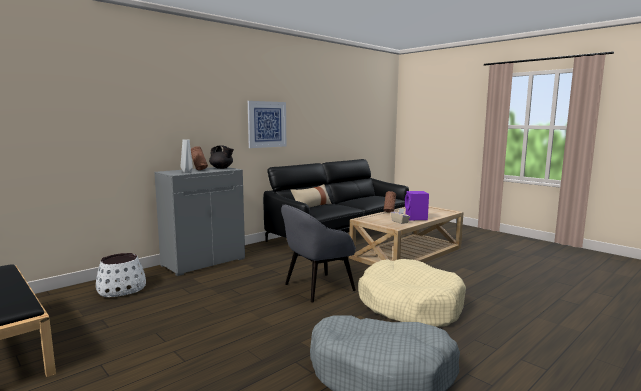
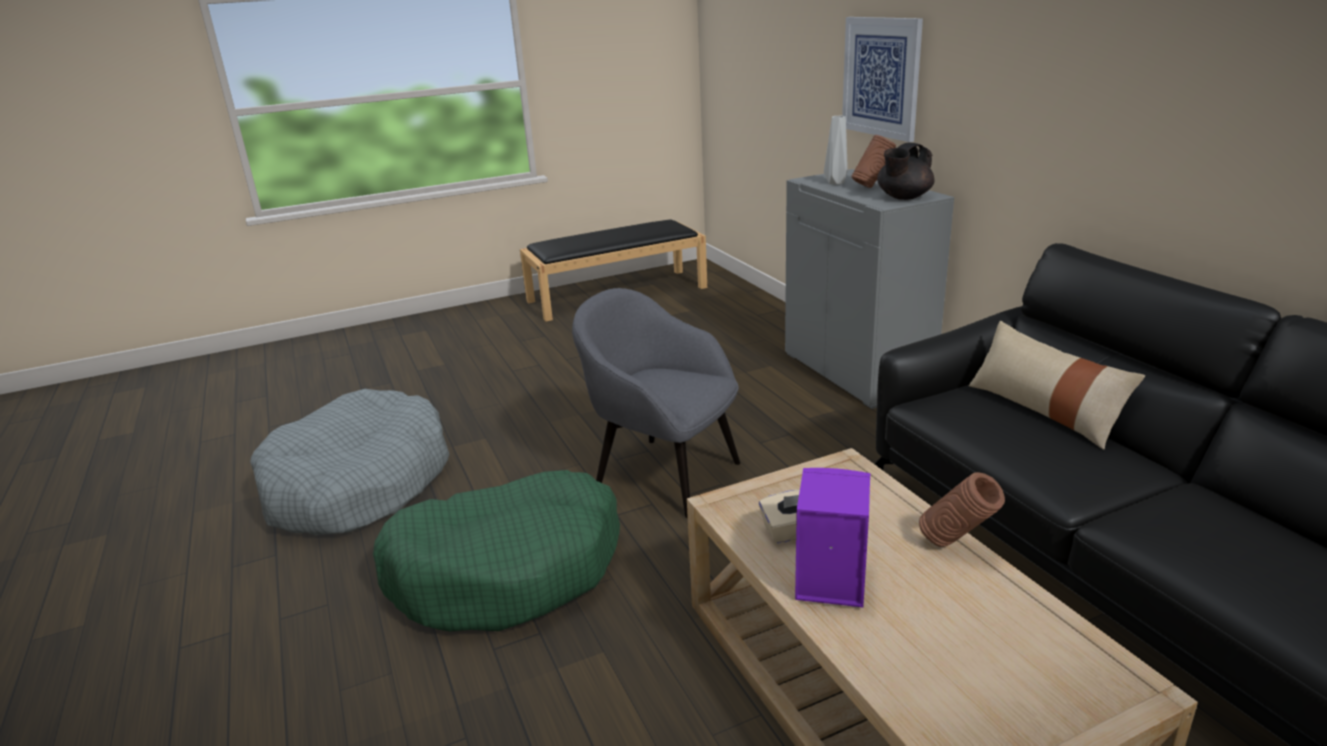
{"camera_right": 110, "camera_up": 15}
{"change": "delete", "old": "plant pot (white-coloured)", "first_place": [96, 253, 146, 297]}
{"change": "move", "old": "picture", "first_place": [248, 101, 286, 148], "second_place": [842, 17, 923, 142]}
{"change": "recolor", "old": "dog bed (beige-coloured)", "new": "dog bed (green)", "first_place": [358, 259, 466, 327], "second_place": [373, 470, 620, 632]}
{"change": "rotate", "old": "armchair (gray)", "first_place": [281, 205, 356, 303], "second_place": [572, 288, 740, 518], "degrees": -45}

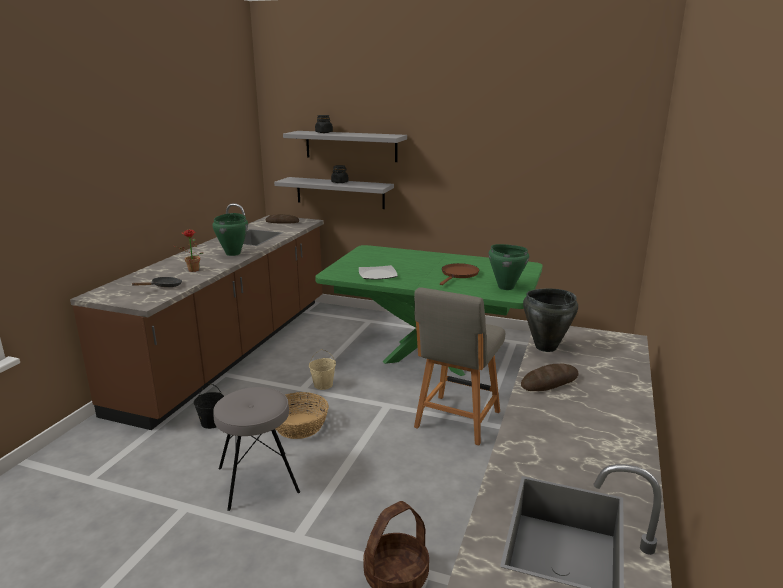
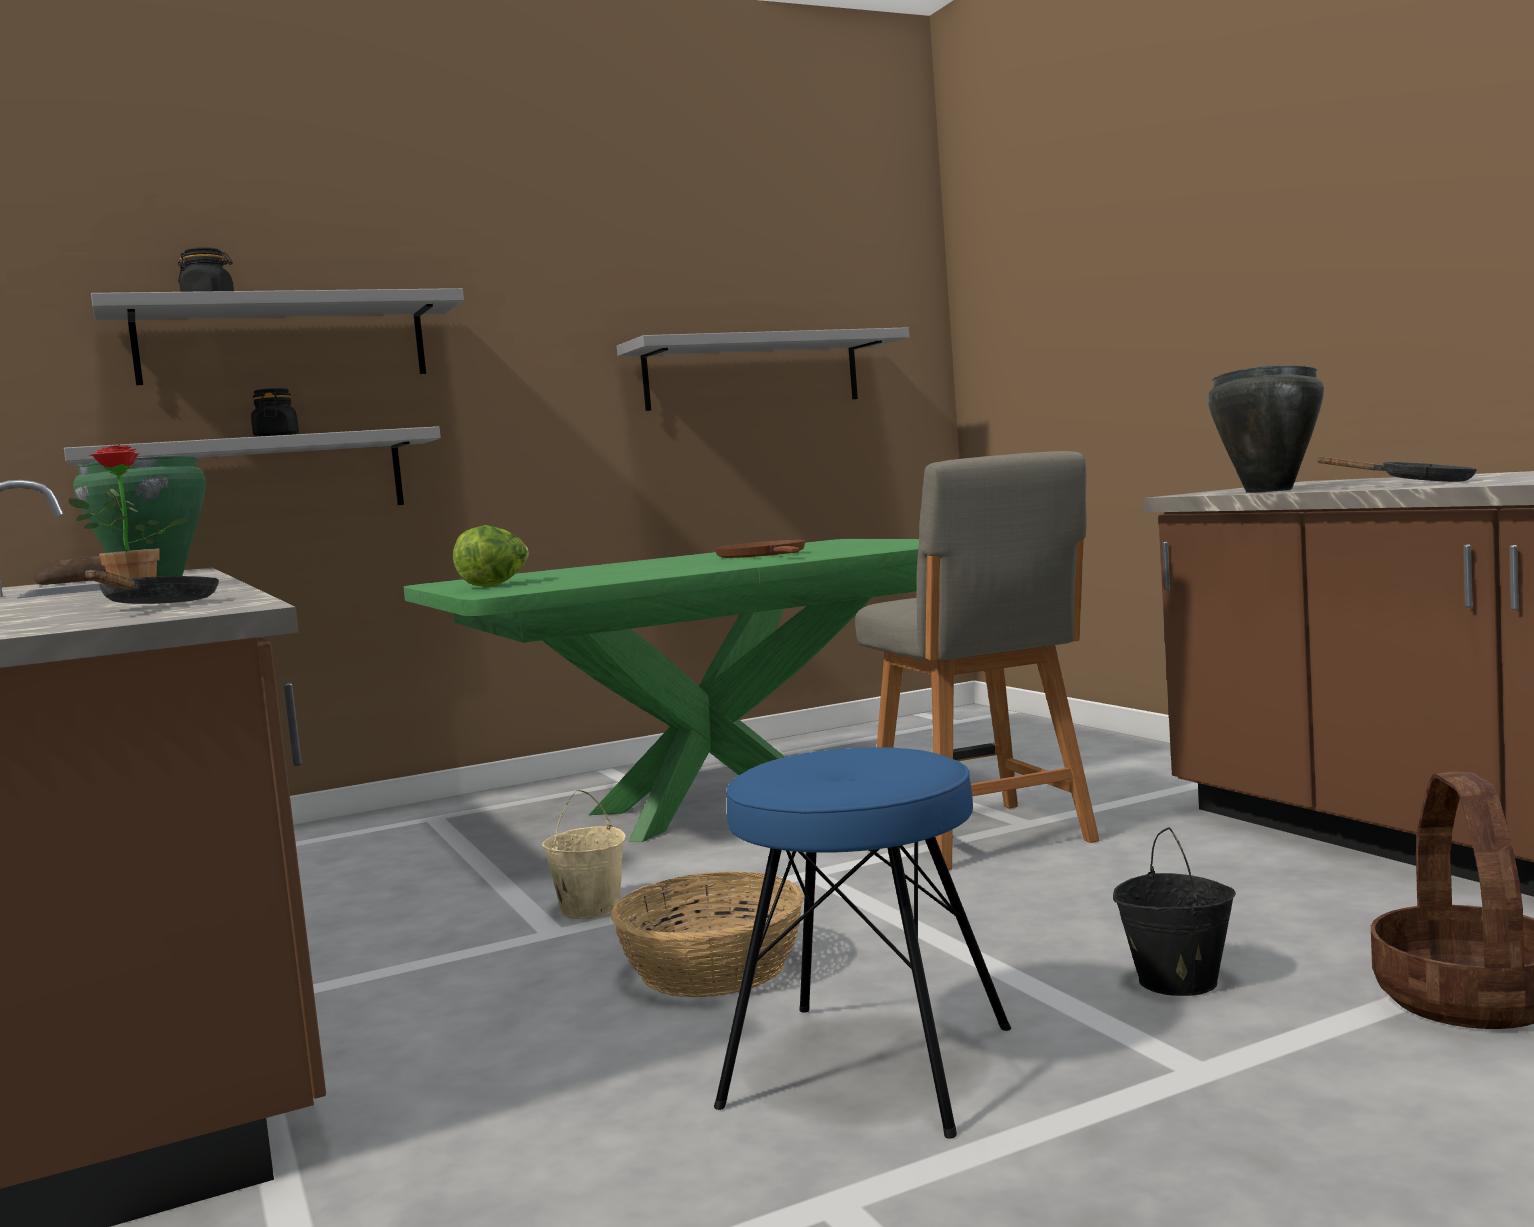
{"camera_right": -45, "camera_up": -15}
{"change": "delete", "old": "dinner plate", "first_place": [359, 265, 398, 280]}
{"change": "delete", "old": "saucepot (green)", "first_place": [488, 244, 529, 290]}
{"change": "insert", "new": "lettuce head", "second_place": [453, 525, 529, 587]}
{"change": "insert", "new": "bracket shelf (gray)", "second_place": [617, 327, 909, 411]}
{"change": "move", "old": "pail (black)", "first_place": [194, 384, 224, 429], "second_place": [1113, 827, 1236, 996]}
{"change": "replace", "old": "bread", "new": "frying pan (black)", "first_place": [521, 364, 579, 391], "second_place": [1315, 457, 1477, 482]}
{"change": "recolor", "old": "sitting stool (gray)", "new": "sitting stool (blue)", "first_place": [213, 387, 300, 511], "second_place": [714, 747, 1011, 1139]}

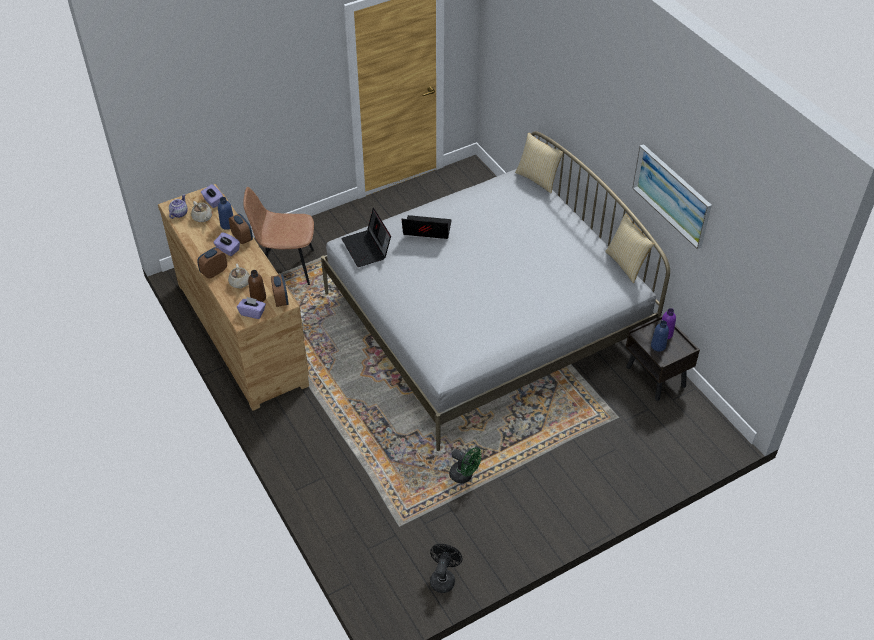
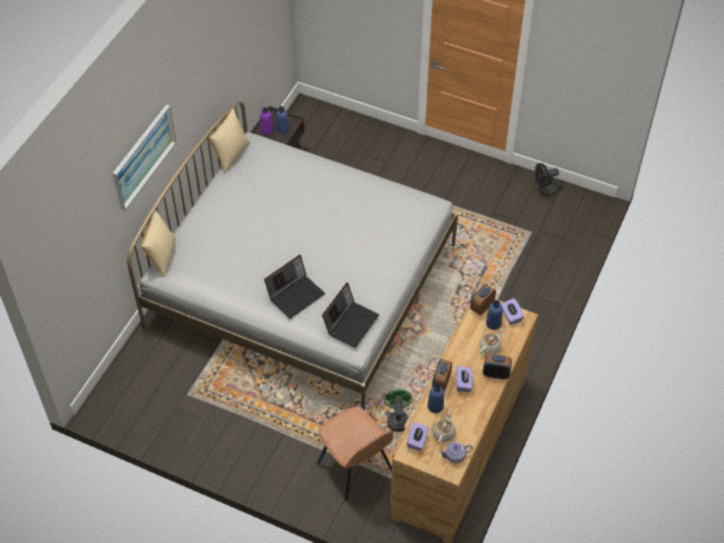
{"camera_right": -125, "camera_up": 5}
{"change": "move", "old": "fan (green)", "first_place": [449, 447, 482, 483], "second_place": [384, 390, 413, 432]}
{"change": "move", "old": "picture", "first_place": [633, 144, 712, 249], "second_place": [113, 105, 176, 211]}
{"change": "recolor", "old": "drink bottle (brown-coloured)", "new": "drink bottle (blue)", "first_place": [248, 270, 266, 302], "second_place": [486, 300, 503, 330]}
{"change": "rotate", "old": "notebook computer", "first_place": [401, 215, 452, 239], "second_place": [264, 255, 325, 319], "degrees": -105}

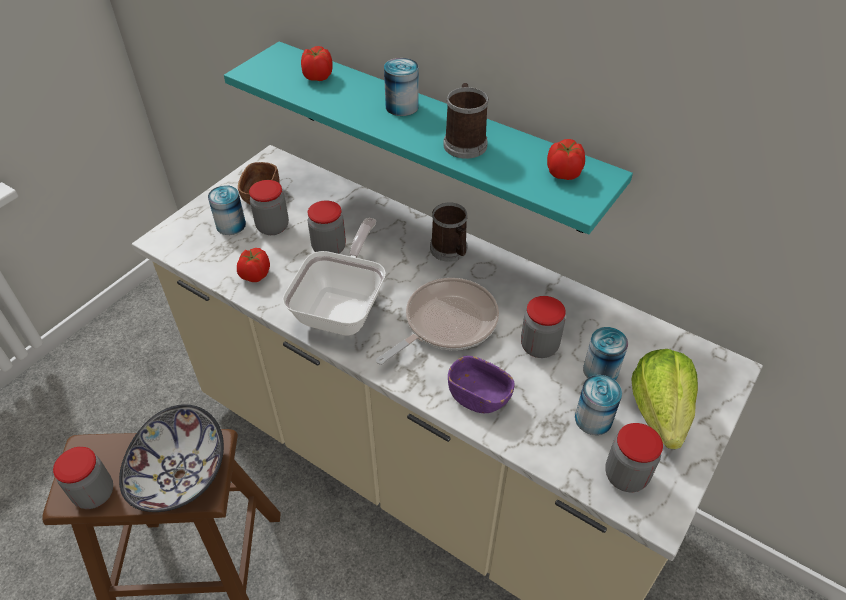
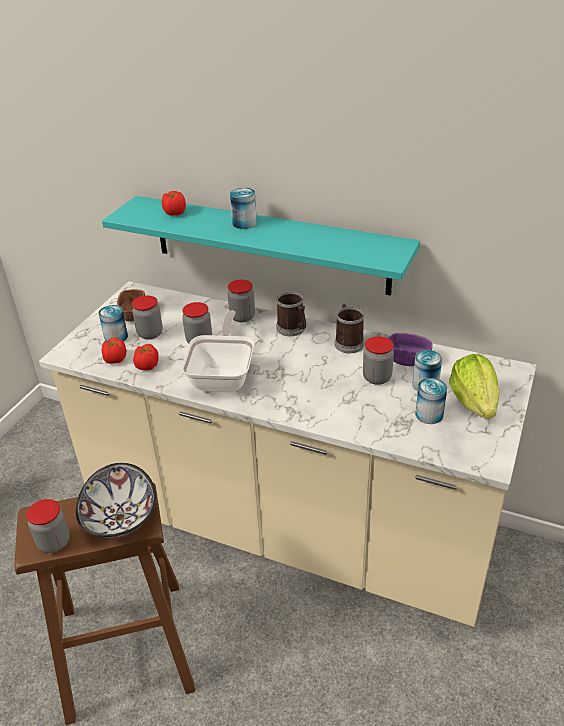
{"camera_right": -10, "camera_up": -10}
{"change": "delete", "old": "frying pan", "first_place": [376, 278, 499, 365]}
{"change": "move", "old": "coffee mug", "first_place": [443, 83, 489, 159], "second_place": [334, 304, 364, 353]}
{"change": "move", "old": "bowl (purplish)", "first_place": [448, 356, 515, 413], "second_place": [388, 333, 433, 366]}
{"change": "move", "old": "whole tomato", "first_place": [547, 139, 585, 180], "second_place": [102, 337, 126, 364]}
{"change": "move", "old": "jar", "first_place": [605, 423, 663, 492], "second_place": [228, 279, 255, 322]}

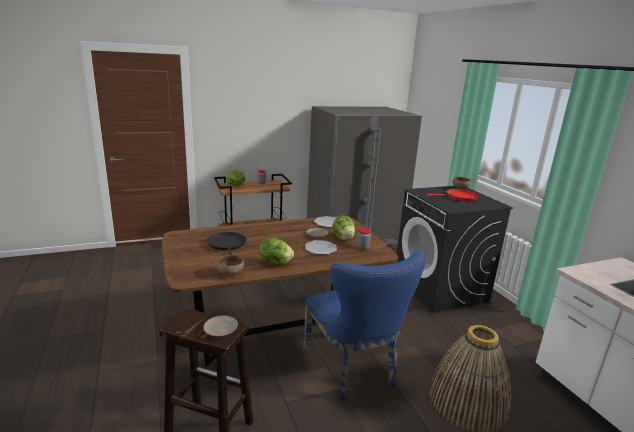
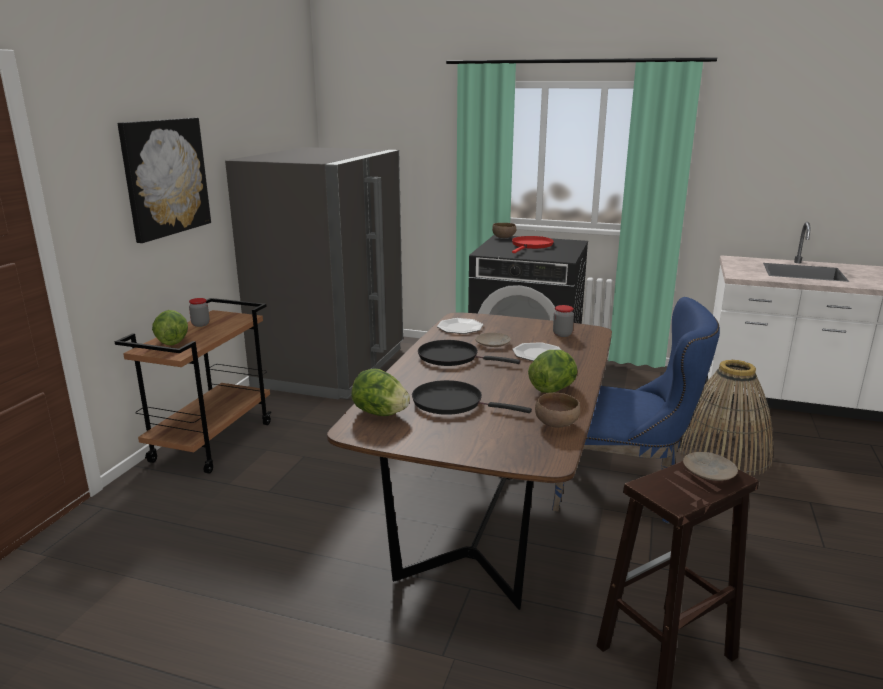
{"camera_right": -50, "camera_up": 0}
{"change": "insert", "new": "picture", "second_place": [117, 118, 211, 243]}
{"change": "insert", "new": "frying pan (black)", "second_place": [418, 340, 520, 366]}
{"change": "move", "old": "lettuce head", "first_place": [332, 215, 355, 241], "second_place": [352, 368, 410, 416]}

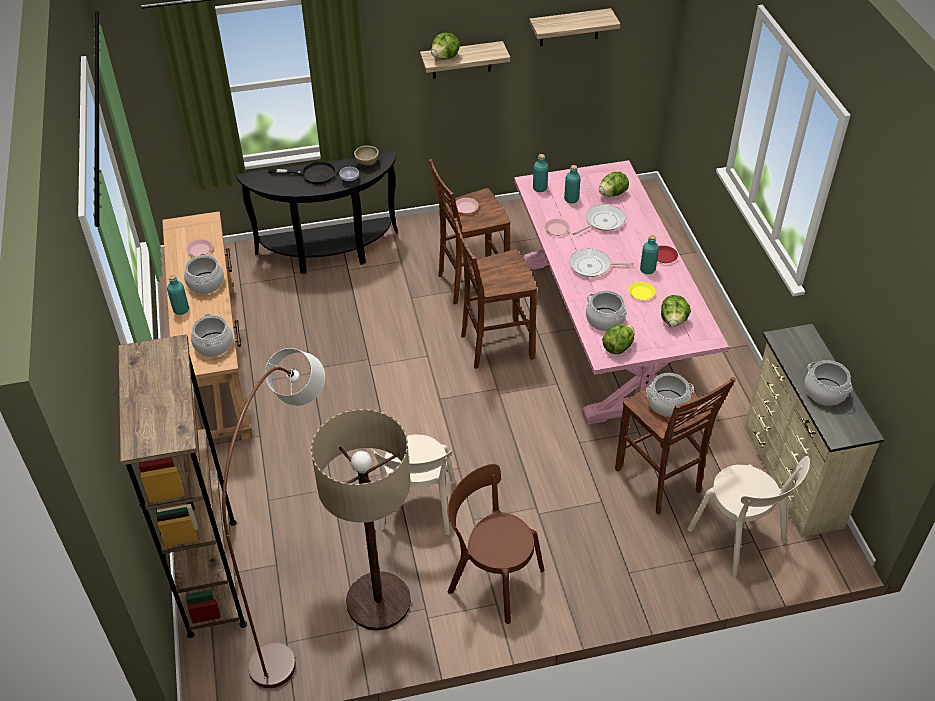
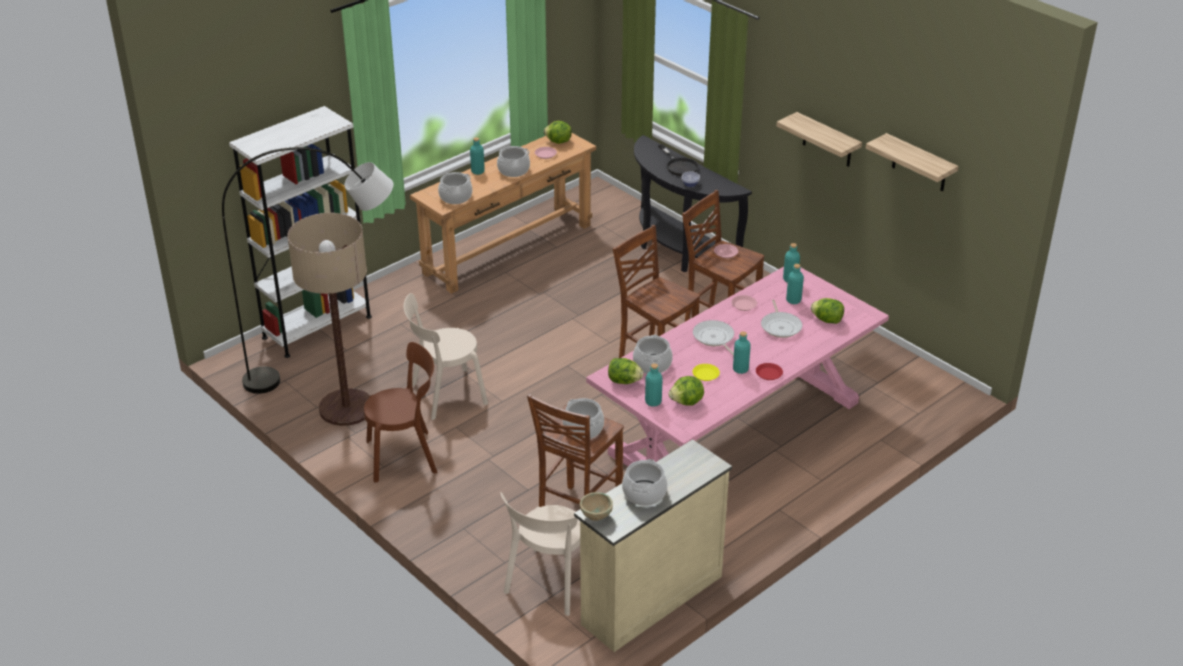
{"camera_right": 60, "camera_up": -10}
{"change": "insert", "new": "drink bottle (turquoise)", "second_place": [645, 363, 663, 407]}
{"change": "move", "old": "bowl (beige-coloured)", "first_place": [354, 146, 379, 166], "second_place": [580, 492, 613, 521]}
{"change": "move", "old": "lettuce head", "first_place": [431, 32, 460, 60], "second_place": [544, 121, 572, 144]}
{"change": "recolor", "old": "bookshelf (brown-coloured)", "new": "bookshelf (white-coloured)", "first_place": [118, 334, 247, 638], "second_place": [229, 106, 372, 358]}
{"change": "recolor", "old": "standing lamp (brown-coloured)", "new": "standing lamp (gray)", "first_place": [222, 348, 325, 688], "second_place": [222, 147, 393, 394]}
{"change": "rotate", "old": "plain chair (brown-coloured)", "first_place": [447, 464, 544, 624], "second_place": [364, 342, 437, 482], "degrees": 75}
{"change": "rotate", "old": "frying pan", "first_place": [573, 204, 626, 235], "second_place": [761, 300, 802, 338], "degrees": 60}

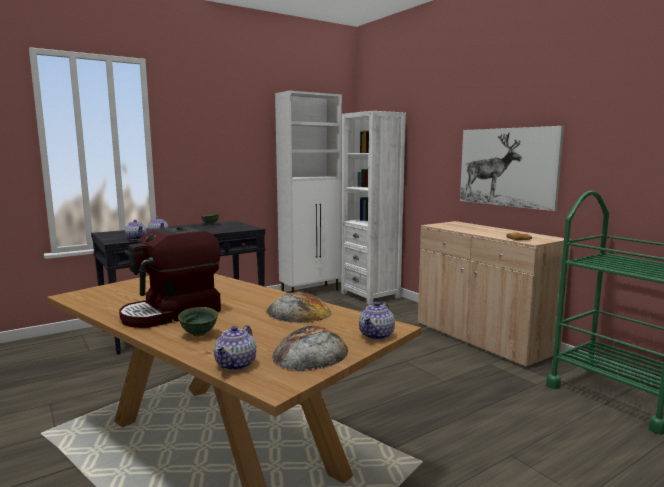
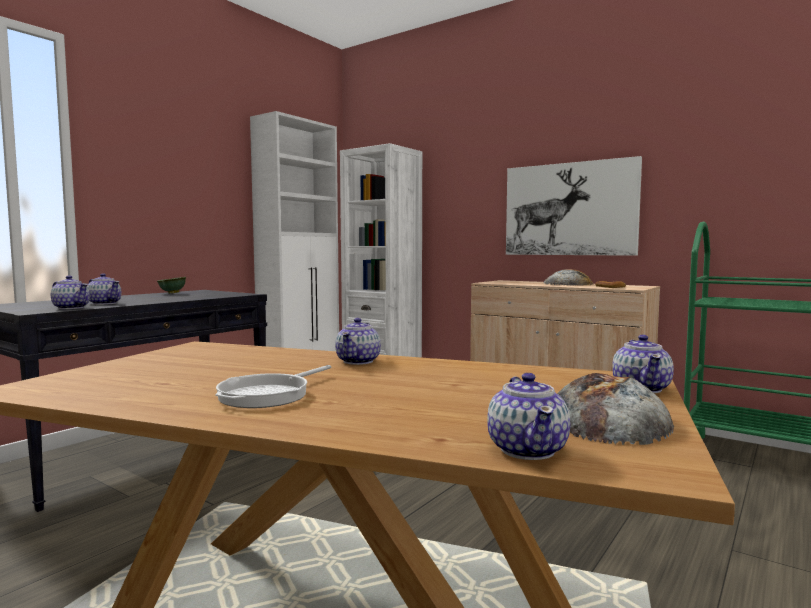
{"camera_right": -20, "camera_up": -5}
{"change": "delete", "old": "bowl (green)", "first_place": [178, 307, 218, 336]}
{"change": "insert", "new": "teapot", "second_place": [335, 318, 381, 365]}
{"change": "move", "old": "bread", "first_place": [266, 291, 331, 323], "second_place": [543, 269, 593, 285]}
{"change": "replace", "old": "coffee machine", "new": "frying pan", "first_place": [119, 226, 221, 328], "second_place": [215, 365, 331, 408]}

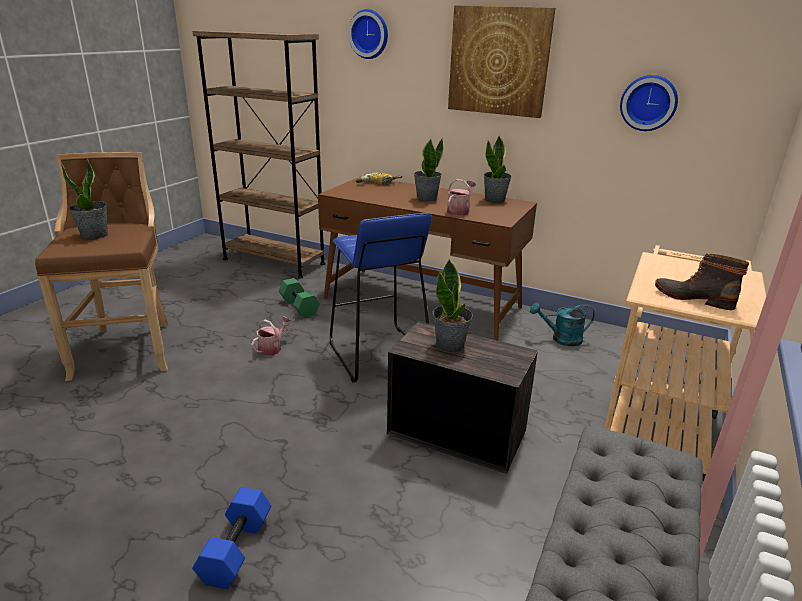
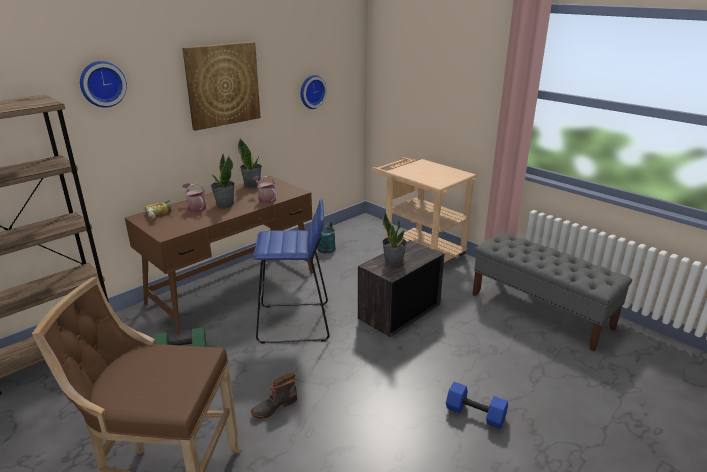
{"camera_right": -70, "camera_up": 0}
{"change": "delete", "old": "plant in a pot", "first_place": [61, 158, 108, 239]}
{"change": "move", "old": "watering can", "first_place": [251, 316, 291, 356], "second_place": [183, 183, 206, 212]}
{"change": "move", "old": "tall boot", "first_place": [655, 254, 749, 310], "second_place": [251, 372, 297, 419]}

